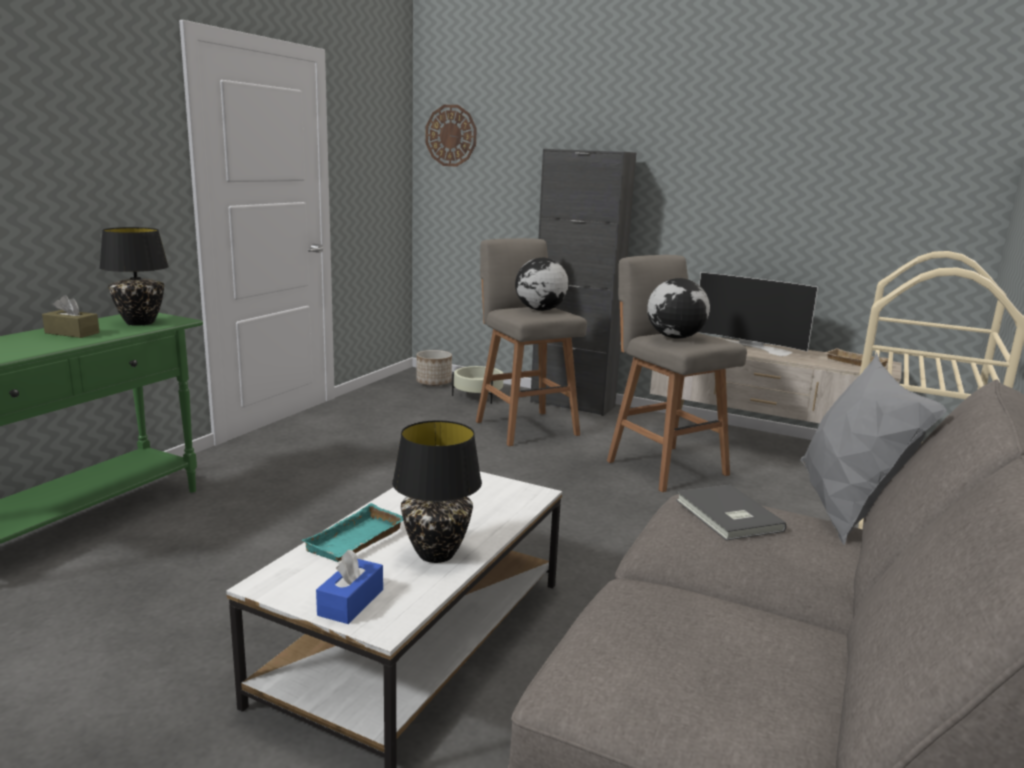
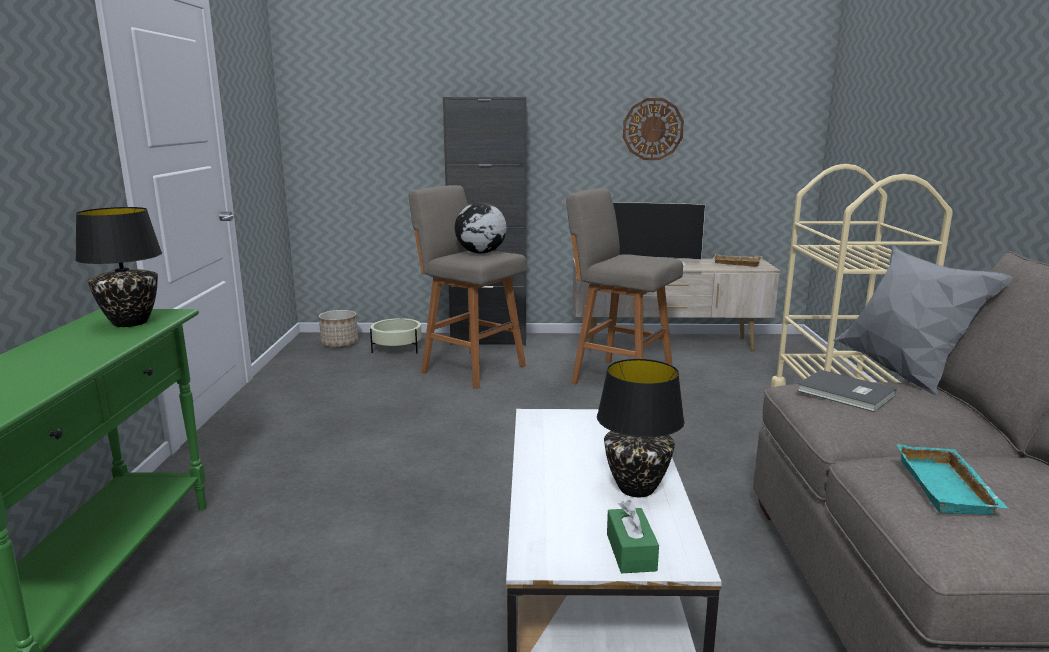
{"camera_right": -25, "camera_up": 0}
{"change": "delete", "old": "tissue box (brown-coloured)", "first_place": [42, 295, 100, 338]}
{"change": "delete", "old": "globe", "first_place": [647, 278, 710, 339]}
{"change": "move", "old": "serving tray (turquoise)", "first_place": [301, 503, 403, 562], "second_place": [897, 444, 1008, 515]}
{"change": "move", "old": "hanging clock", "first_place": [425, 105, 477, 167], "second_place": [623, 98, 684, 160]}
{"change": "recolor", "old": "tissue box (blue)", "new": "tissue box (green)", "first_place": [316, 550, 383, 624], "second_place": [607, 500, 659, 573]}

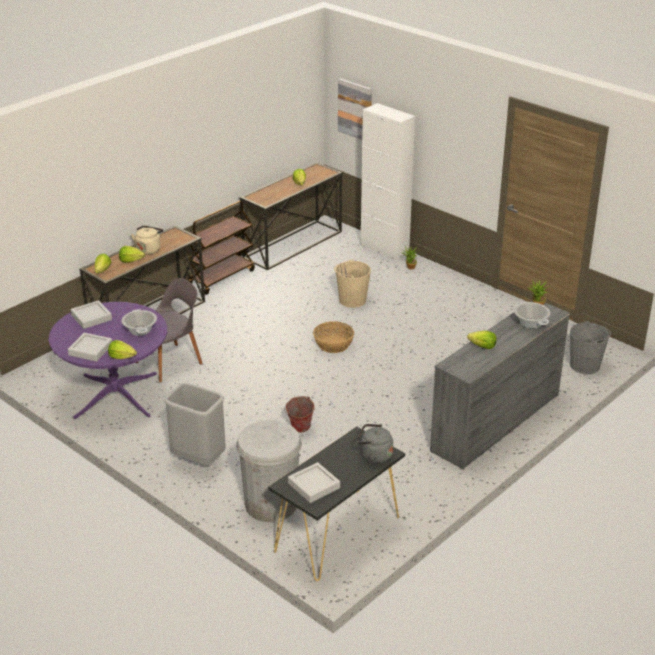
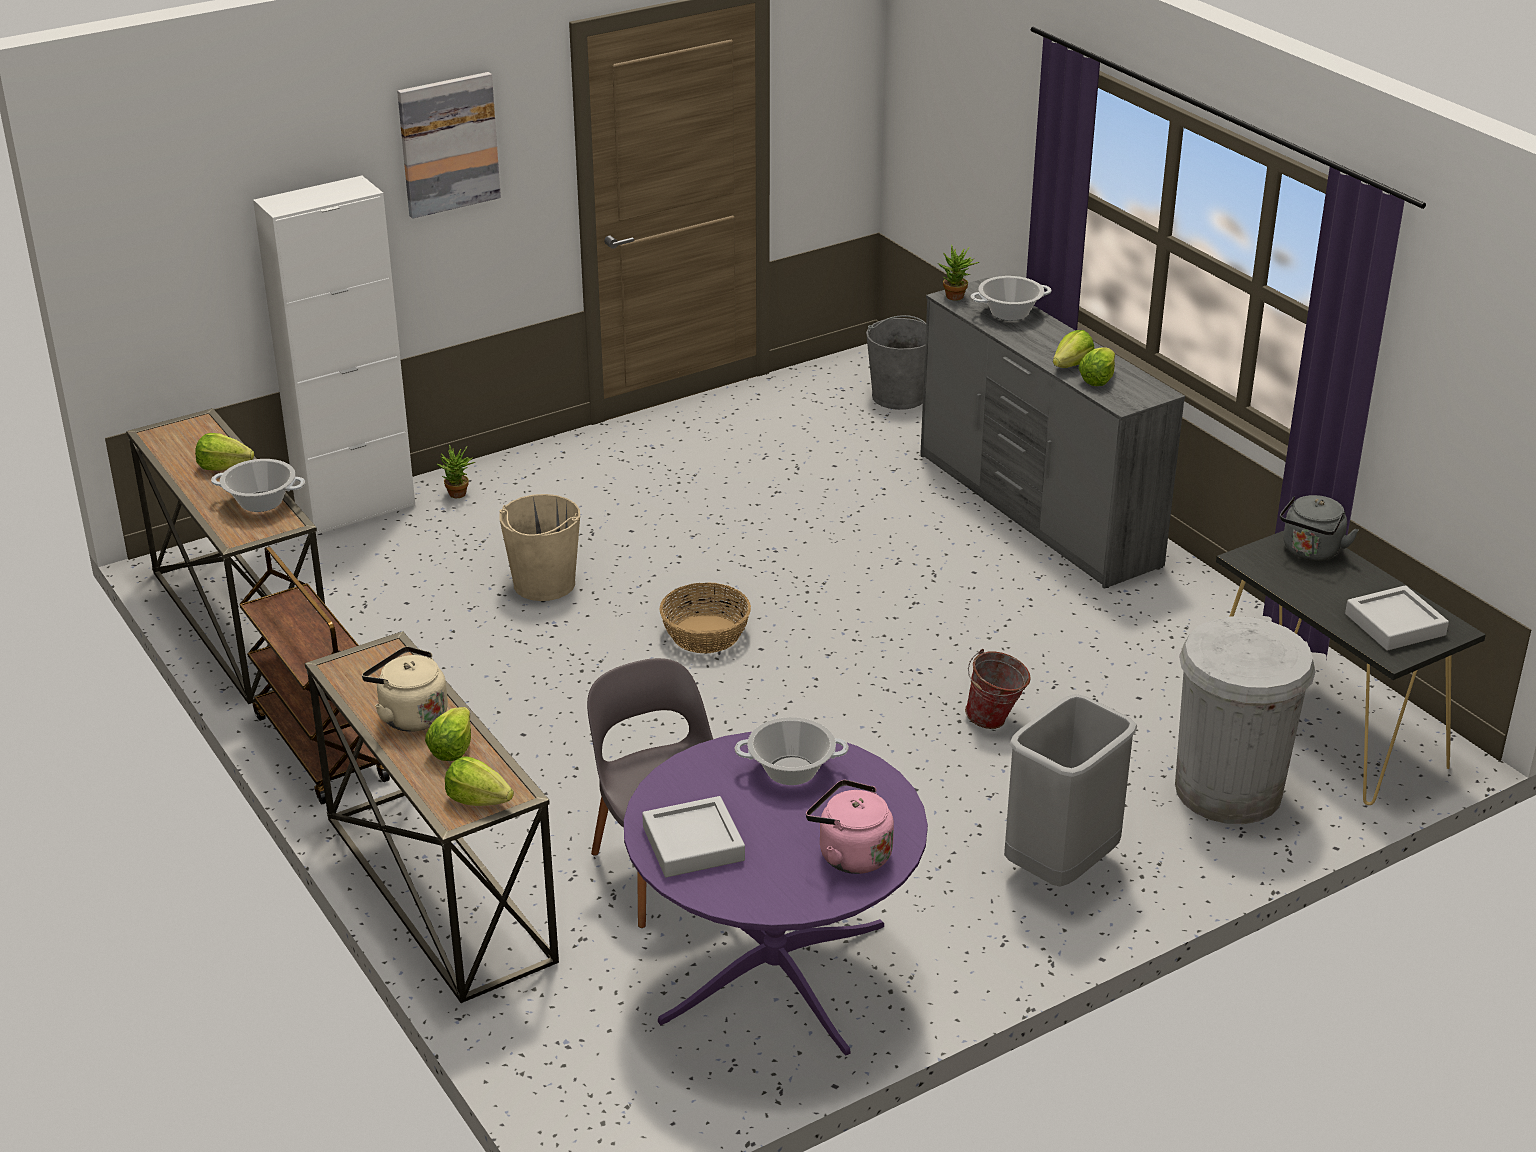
{"camera_right": -75, "camera_up": 0}
{"change": "insert", "new": "saucepot", "second_place": [211, 459, 305, 512]}
{"change": "move", "old": "lettuce head", "first_place": [108, 340, 137, 359], "second_place": [1079, 347, 1115, 386]}
{"change": "move", "old": "picture", "first_place": [338, 78, 372, 140], "second_place": [397, 72, 501, 219]}
{"change": "replace", "old": "serving tray (gray)", "new": "tea kettle (pinkish)", "first_place": [68, 333, 112, 362], "second_place": [806, 780, 894, 874]}

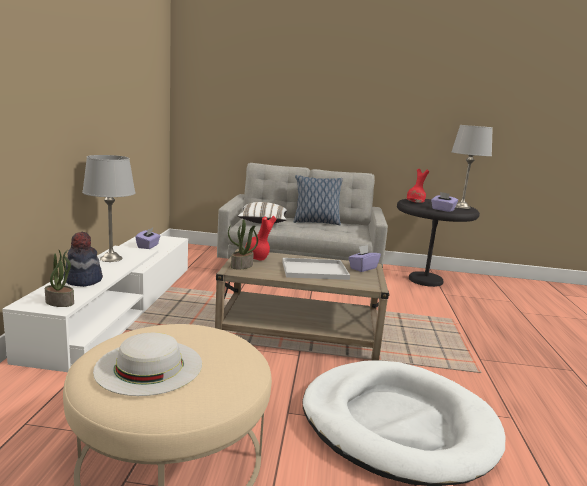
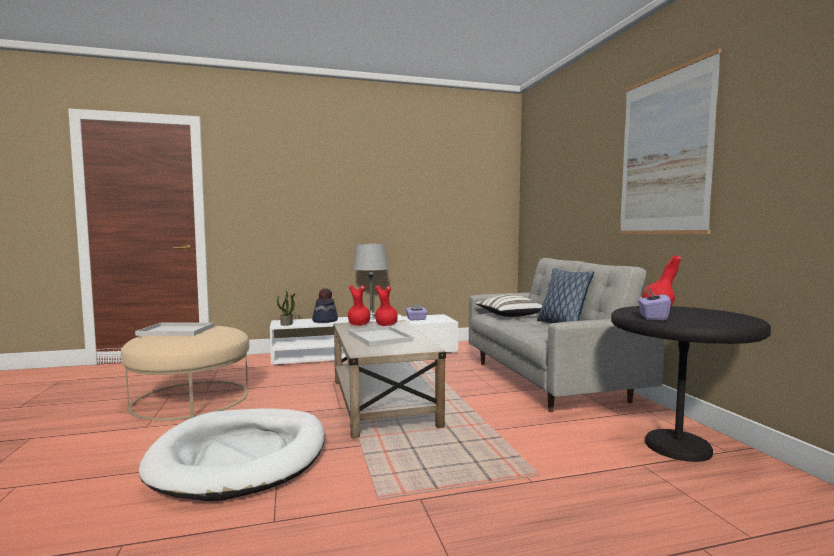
{"camera_right": 70, "camera_up": -10}
{"change": "delete", "old": "tissue box (purplish)", "first_place": [348, 245, 381, 272]}
{"change": "delete", "old": "table lamp (gray)", "first_place": [451, 125, 493, 209]}
{"change": "insert", "new": "picture", "second_place": [619, 48, 721, 234]}
{"change": "replace", "old": "wearable hat (white-coloured)", "new": "serving tray (white-coloured)", "first_place": [93, 332, 202, 396], "second_place": [135, 322, 214, 336]}
{"change": "replace", "old": "plant in a pot", "new": "decorative vase (red-coloured)", "first_place": [228, 219, 258, 269], "second_place": [348, 285, 370, 326]}

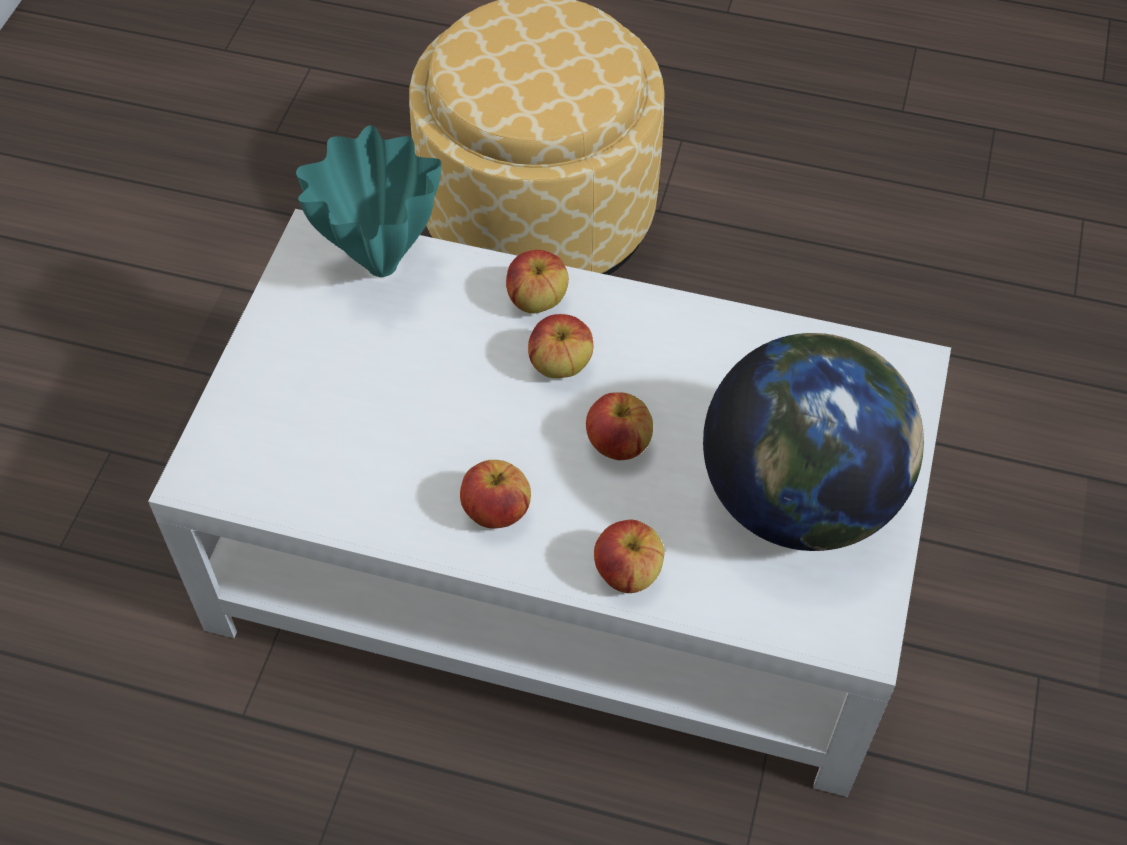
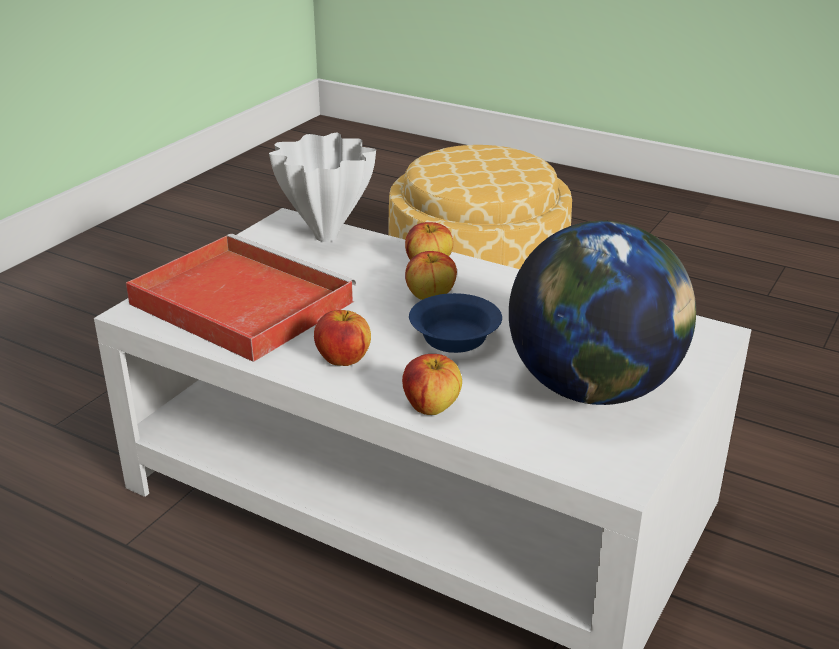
{"camera_right": 15, "camera_up": -25}
{"change": "insert", "new": "serving tray (red-coloured)", "second_place": [126, 234, 356, 362]}
{"change": "replace", "old": "apple", "new": "bowl (blue)", "first_place": [586, 392, 653, 460], "second_place": [409, 293, 502, 353]}
{"change": "recolor", "old": "decorative vase (turquoise)", "new": "decorative vase (white-coloured)", "first_place": [296, 125, 441, 277], "second_place": [269, 133, 376, 242]}

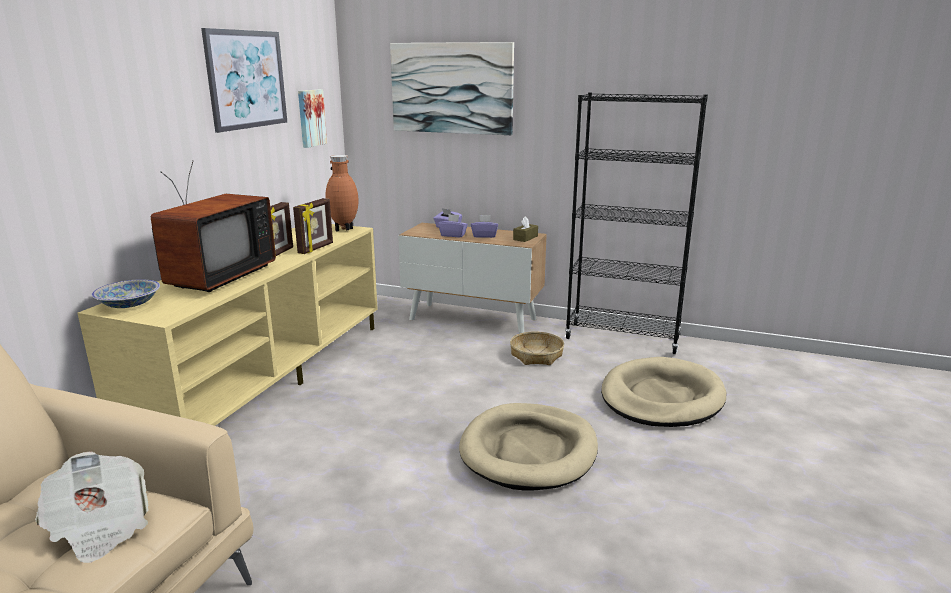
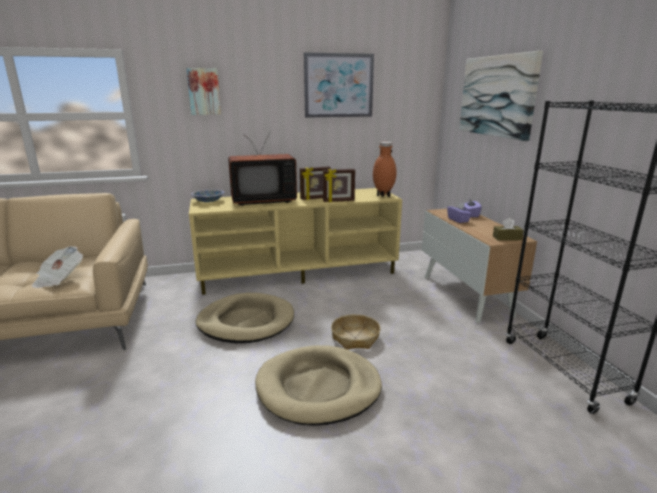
{"camera_right": 55, "camera_up": 0}
{"change": "delete", "old": "tissue box (purplish)", "first_place": [471, 215, 498, 238]}
{"change": "move", "old": "picture", "first_place": [298, 89, 327, 148], "second_place": [186, 68, 221, 115]}
{"change": "move", "old": "storage basket", "first_place": [510, 332, 564, 365], "second_place": [331, 314, 381, 350]}
{"change": "move", "old": "dog bed (beige-coloured)", "first_place": [601, 357, 726, 427], "second_place": [195, 293, 294, 343]}

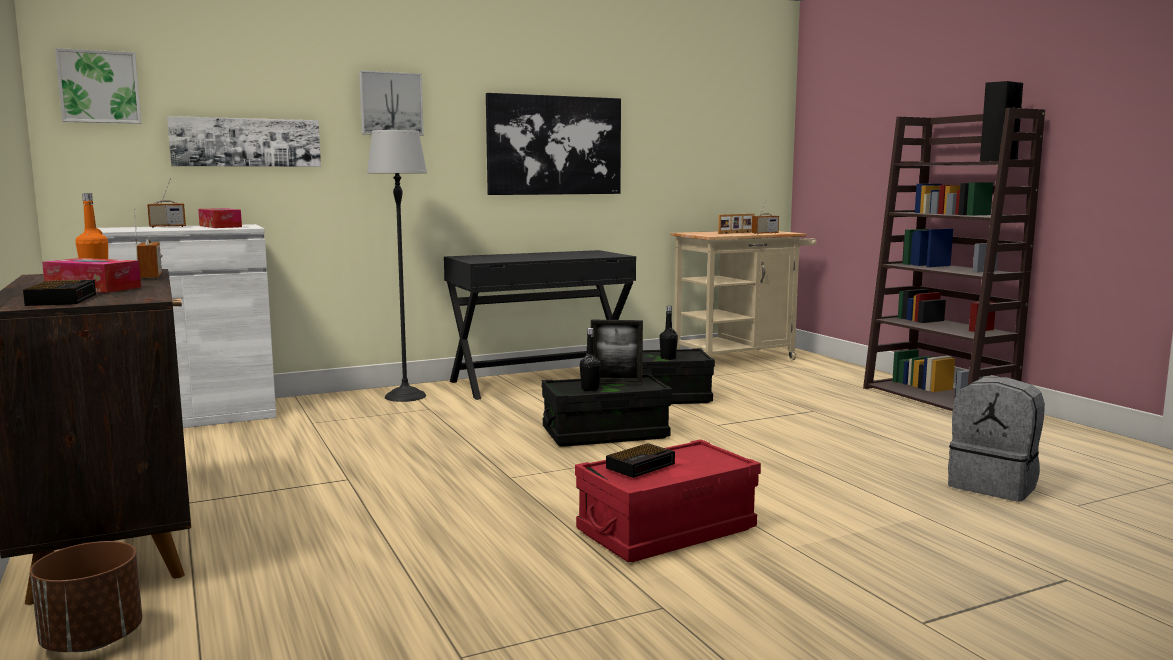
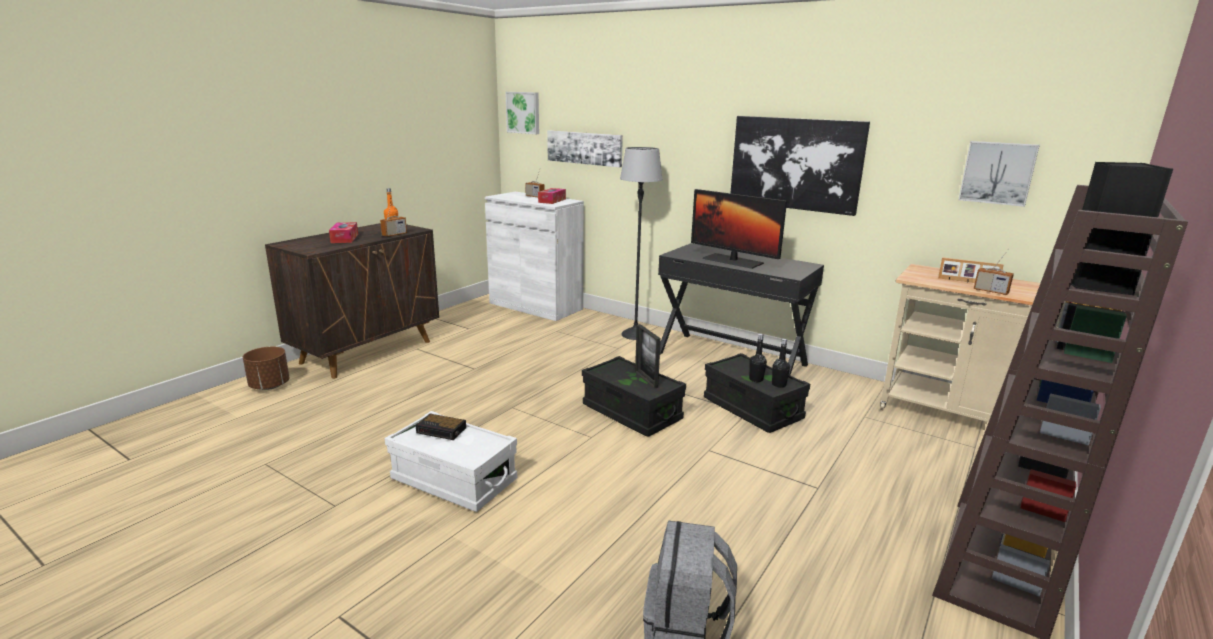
{"camera_right": 60, "camera_up": 10}
{"change": "delete", "old": "table clock", "first_place": [23, 280, 96, 306]}
{"change": "insert", "new": "computer screen", "second_place": [691, 189, 787, 269]}
{"change": "move", "old": "picture", "first_place": [359, 71, 424, 136], "second_place": [958, 141, 1040, 207]}
{"change": "move", "old": "drink bottle (black)", "first_place": [580, 328, 601, 391], "second_place": [772, 339, 790, 388]}
{"change": "recolor", "old": "storage bin (red-coloured)", "new": "storage bin (white-coloured)", "first_place": [575, 439, 761, 562], "second_place": [384, 411, 517, 512]}

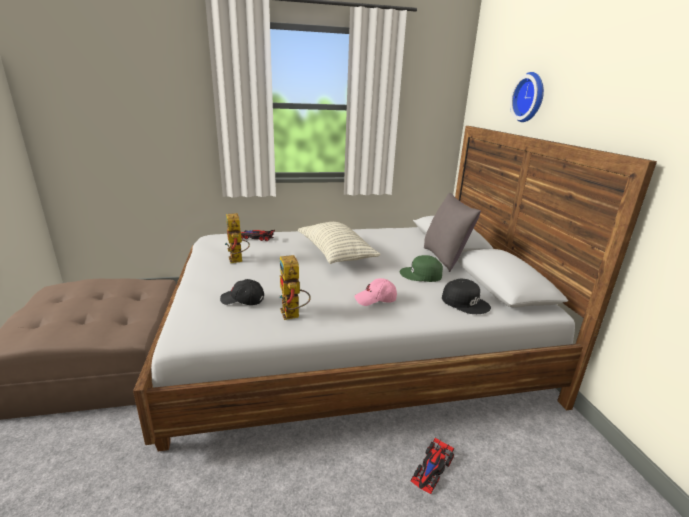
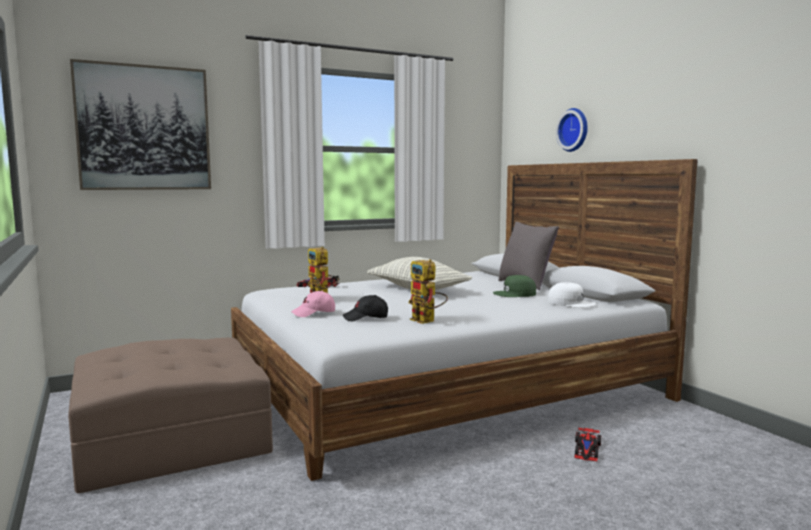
{"camera_right": -15, "camera_up": -15}
{"change": "insert", "new": "picture", "second_place": [70, 59, 211, 190]}
{"change": "move", "old": "cap (pinkish)", "first_place": [354, 278, 397, 306], "second_place": [291, 291, 335, 317]}
{"change": "recolor", "old": "cap (black)", "new": "cap (white-coloured)", "first_place": [442, 279, 491, 314], "second_place": [548, 282, 596, 308]}

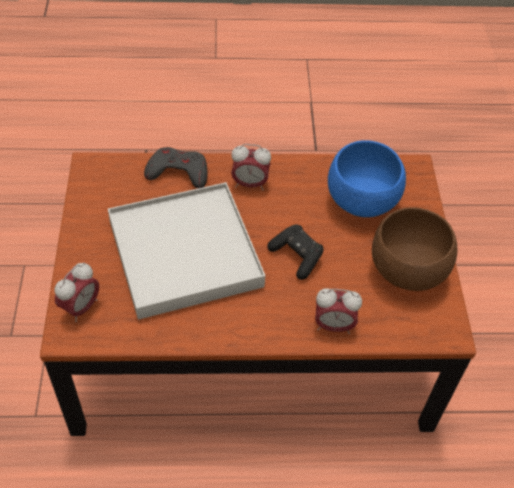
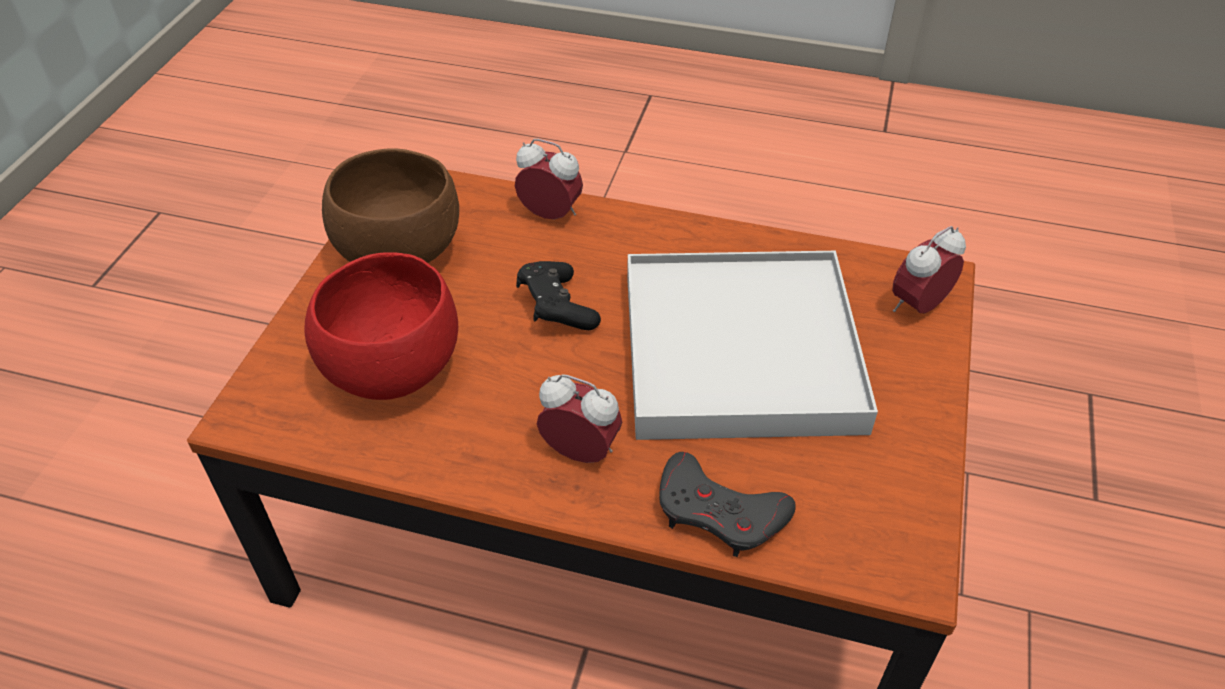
{"camera_right": -160, "camera_up": -5}
{"change": "recolor", "old": "bowl (blue)", "new": "bowl (red-coloured)", "first_place": [328, 140, 406, 217], "second_place": [304, 252, 458, 400]}

